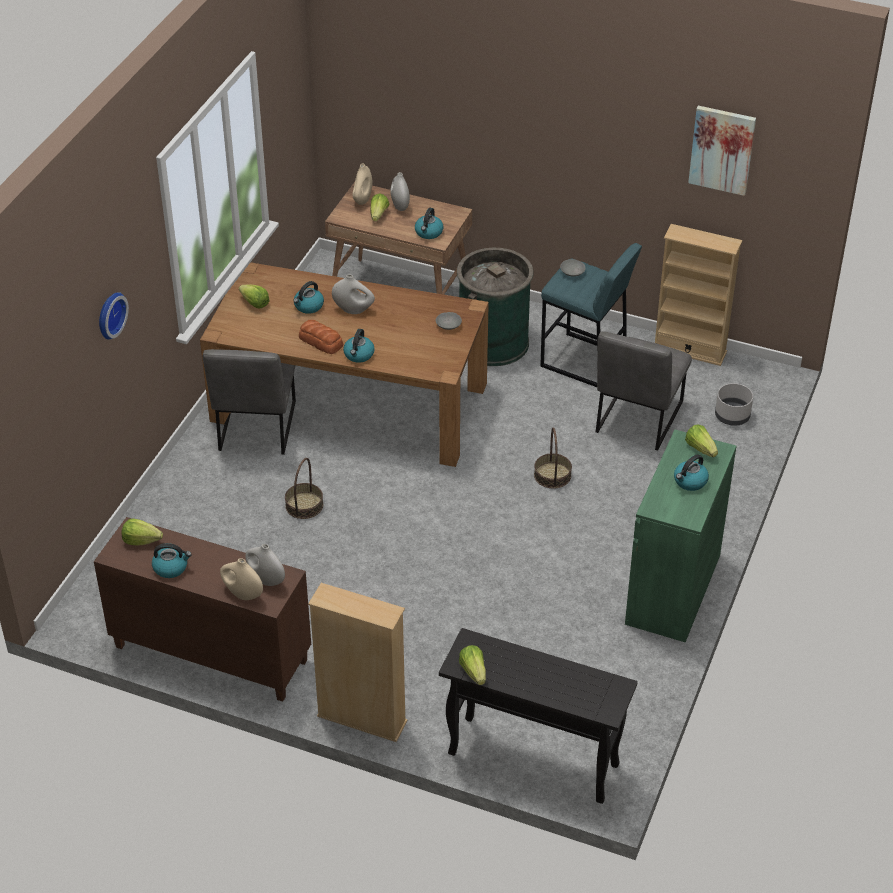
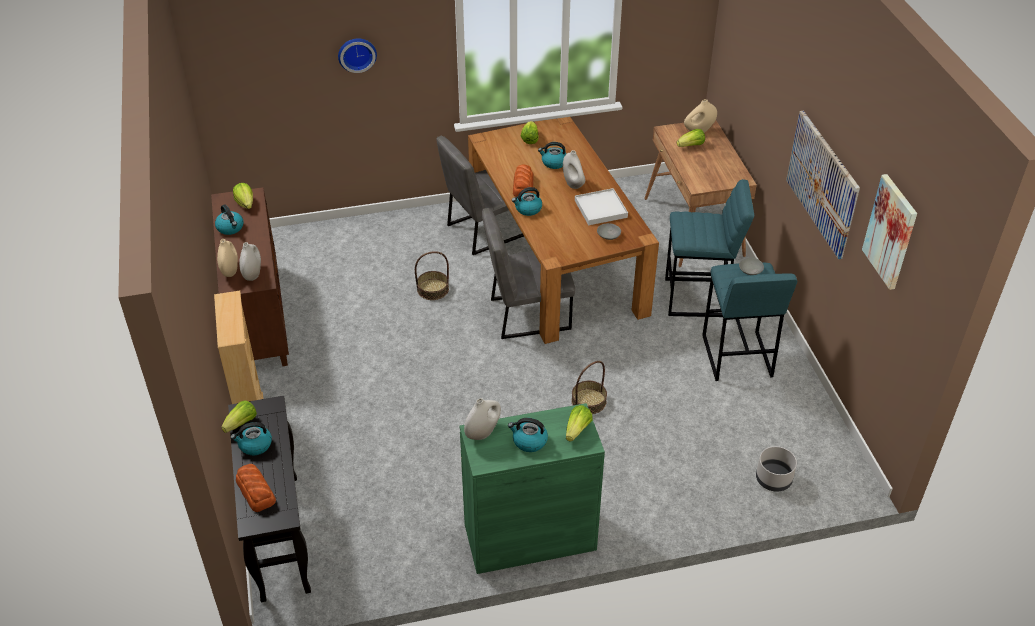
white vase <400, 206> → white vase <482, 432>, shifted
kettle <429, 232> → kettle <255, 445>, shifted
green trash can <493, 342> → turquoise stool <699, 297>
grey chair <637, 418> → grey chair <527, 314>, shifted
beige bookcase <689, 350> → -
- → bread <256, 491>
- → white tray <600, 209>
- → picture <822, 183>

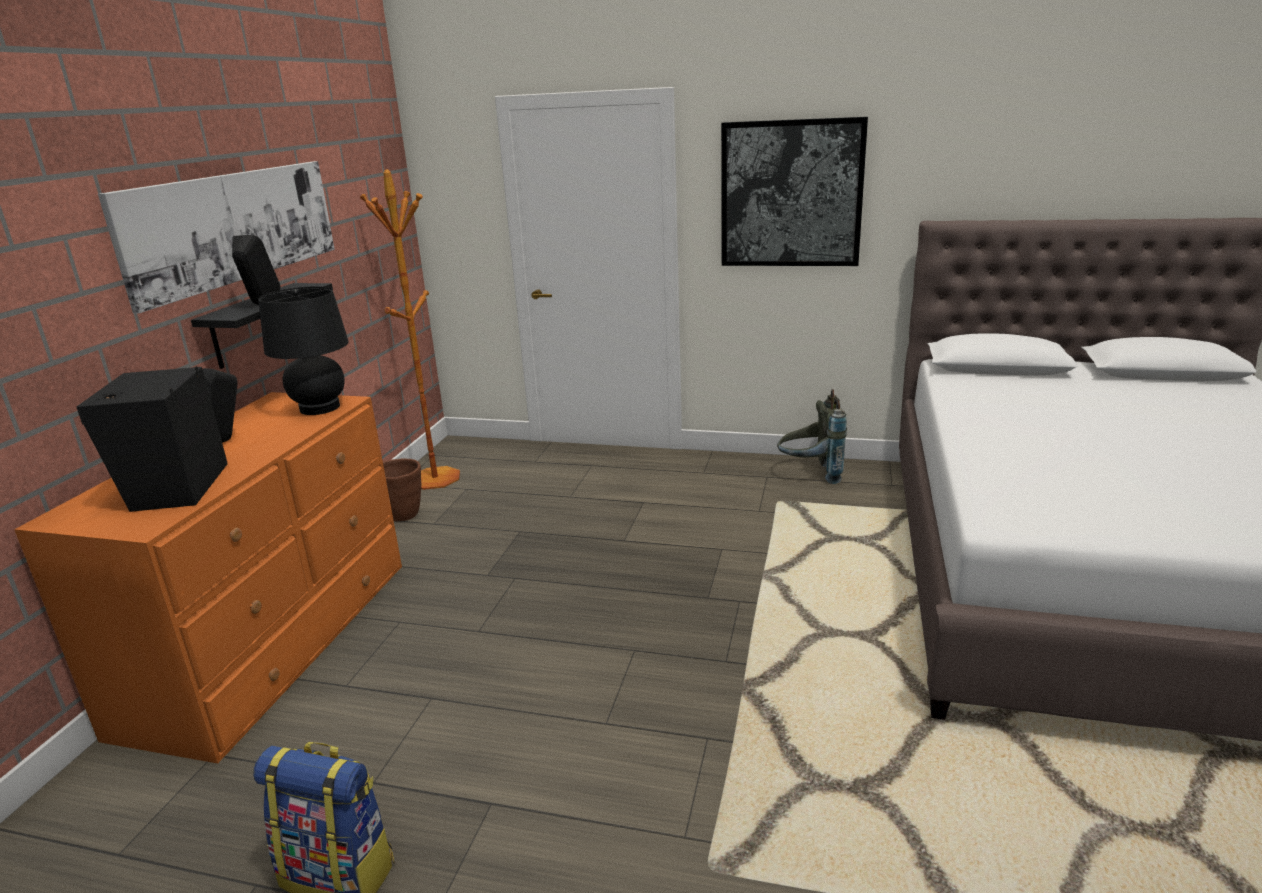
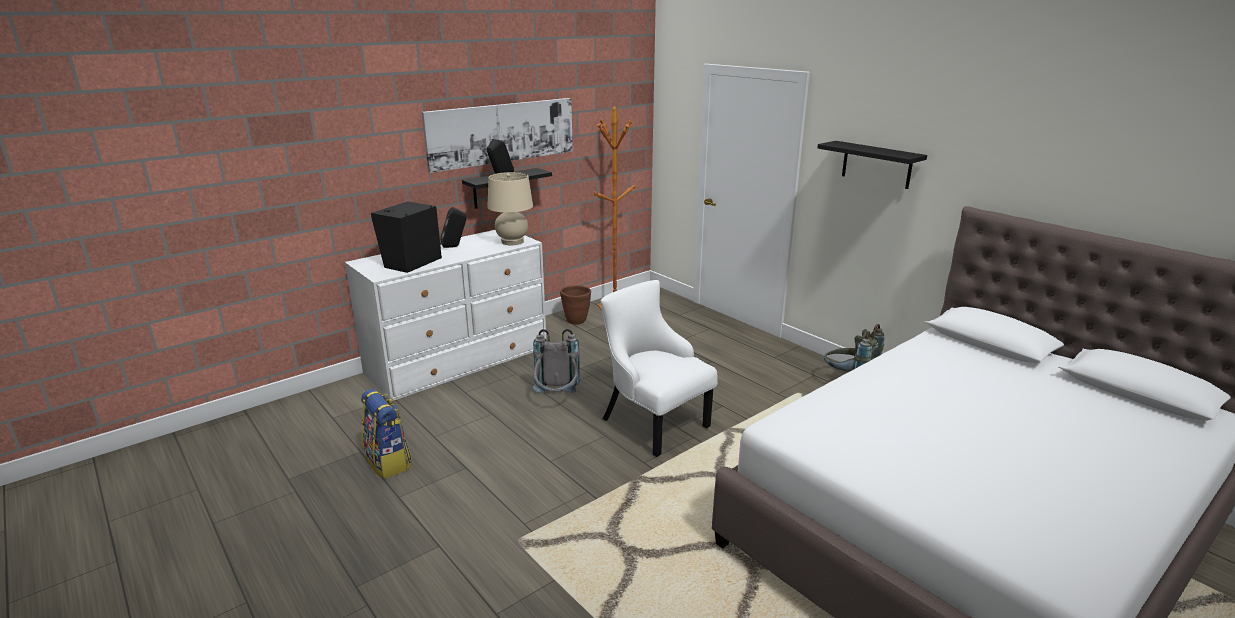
orange dresser <274, 640> → white dresser <459, 360>
black table lamp <320, 408> → beige table lamp <512, 242>
picture <791, 194> → black shelf <876, 164>
- → grey backpack <557, 399>
- → white chair <655, 425>

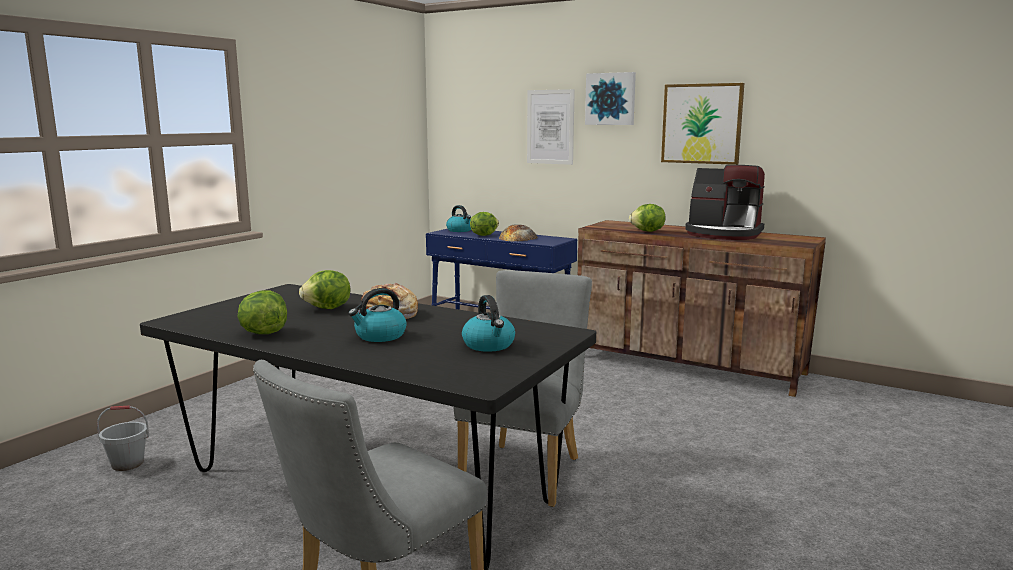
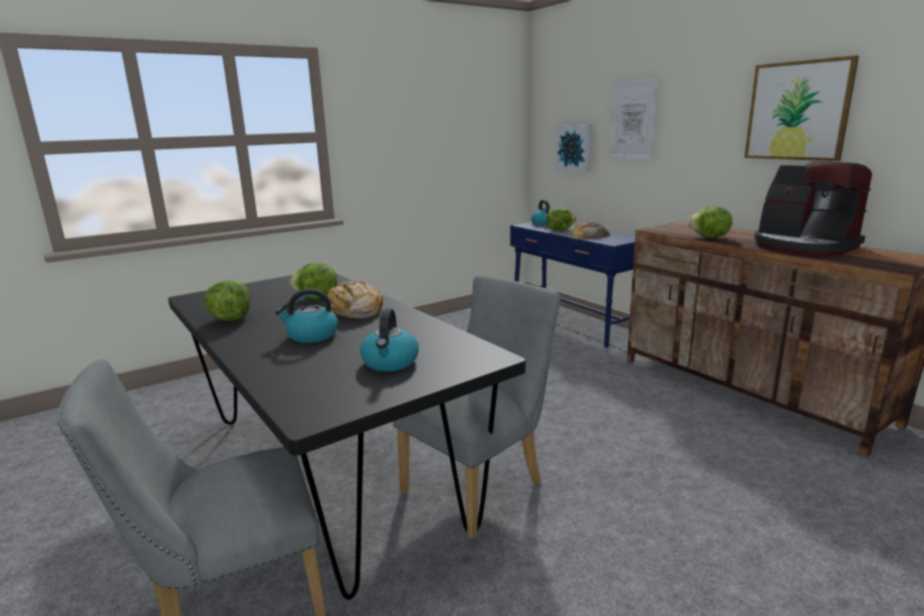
grey bucket <127, 464> → -
picture <611, 99> → picture <575, 148>, shifted

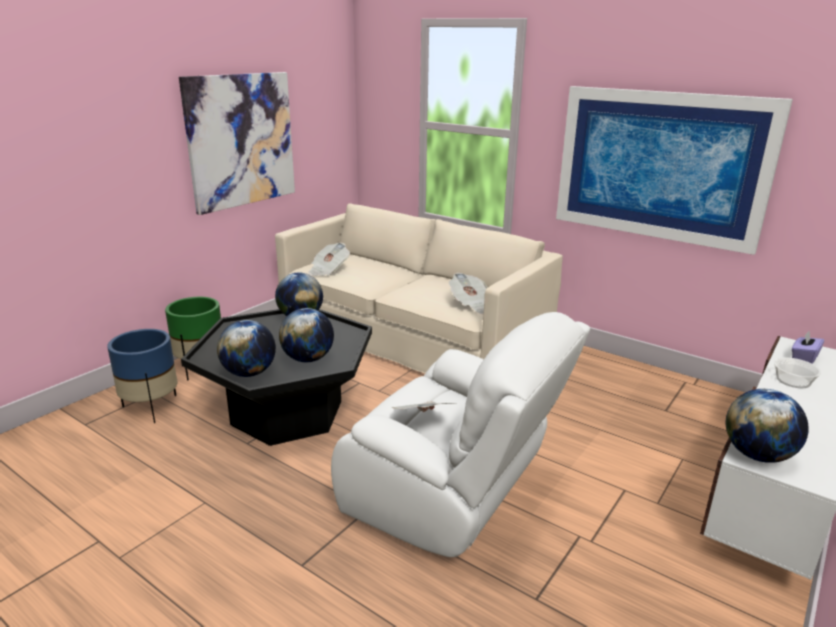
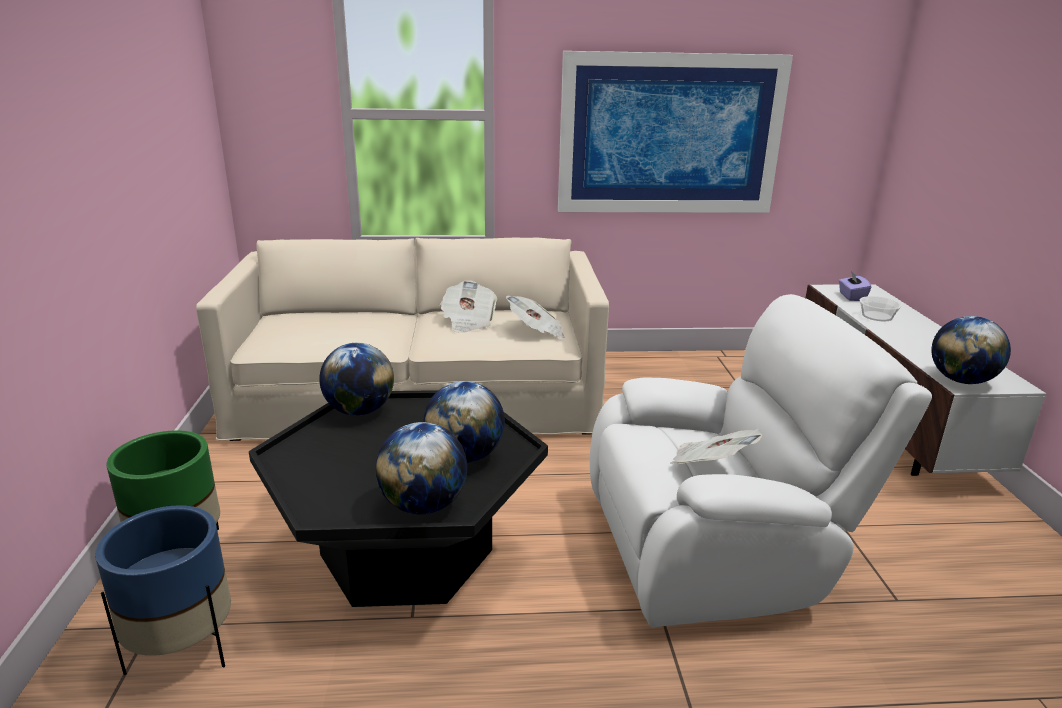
picture <241, 140> → -
newspaper <328, 270> → newspaper <468, 322>, shifted

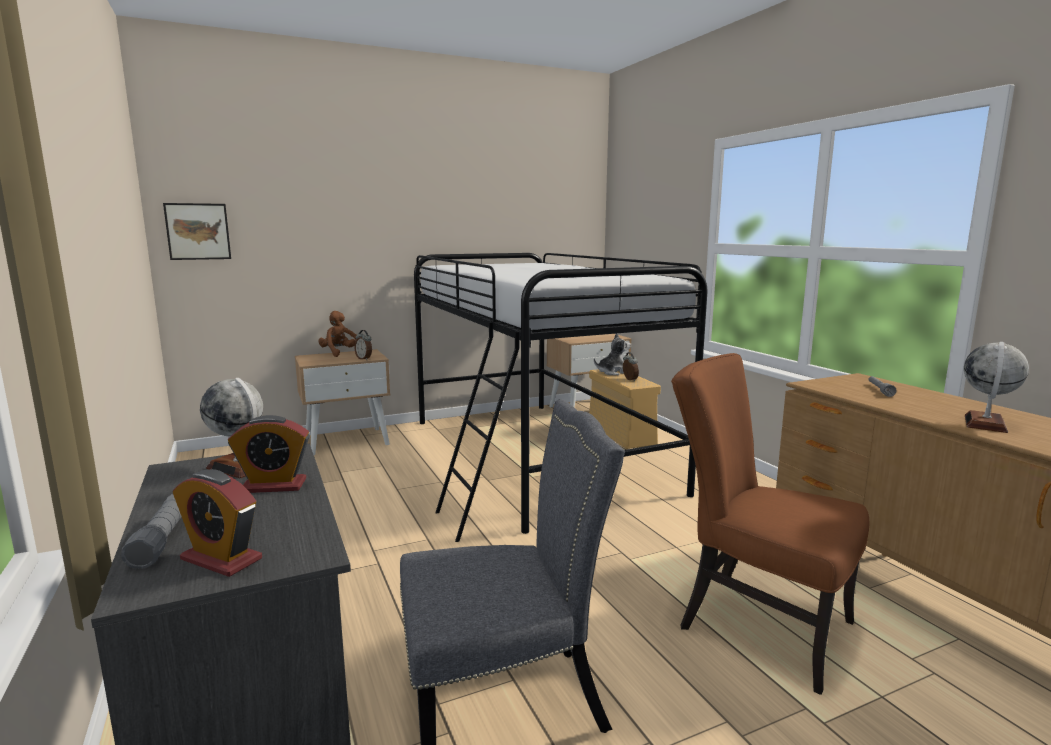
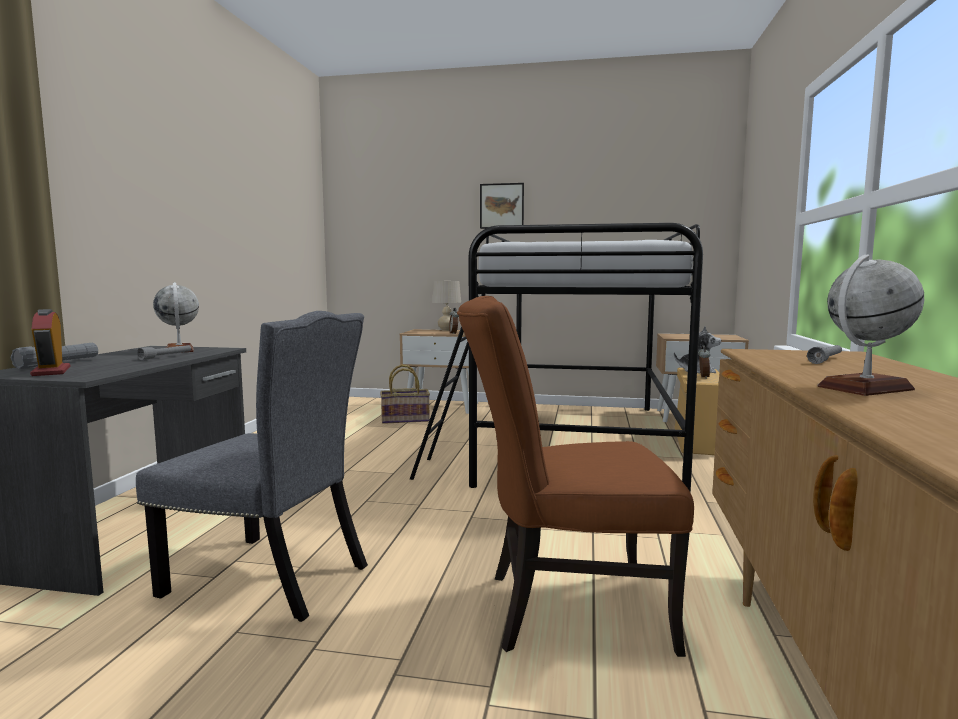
picture <198, 231> → picture <501, 206>, shifted
alarm clock <274, 486> → grey flashlight <166, 357>
brown plush toy <340, 353> → beige table lamp <446, 330>
brown chair <754, 622> → brown chair <565, 609>, 75 degrees counterclockwise
- → basket <405, 419>

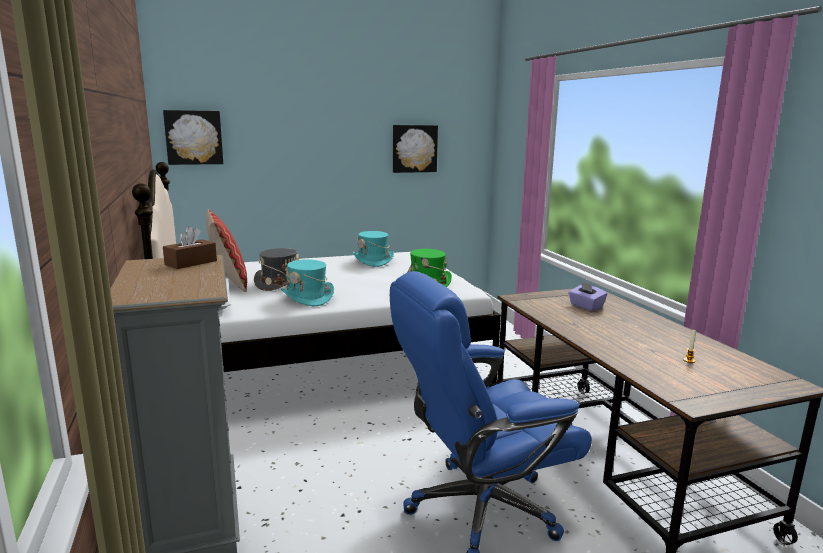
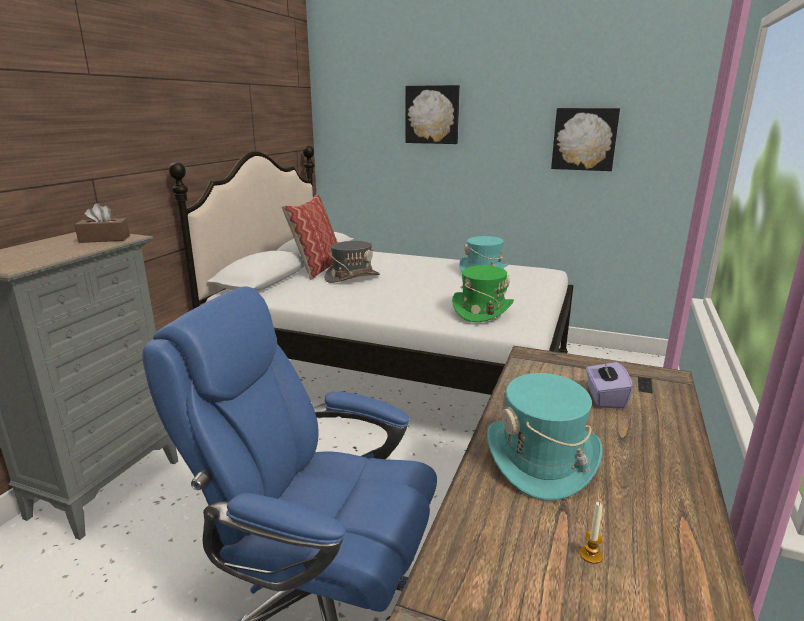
picture <194, 137> → picture <432, 115>, shifted
turquoise hat <308, 297> → turquoise hat <541, 459>, shifted

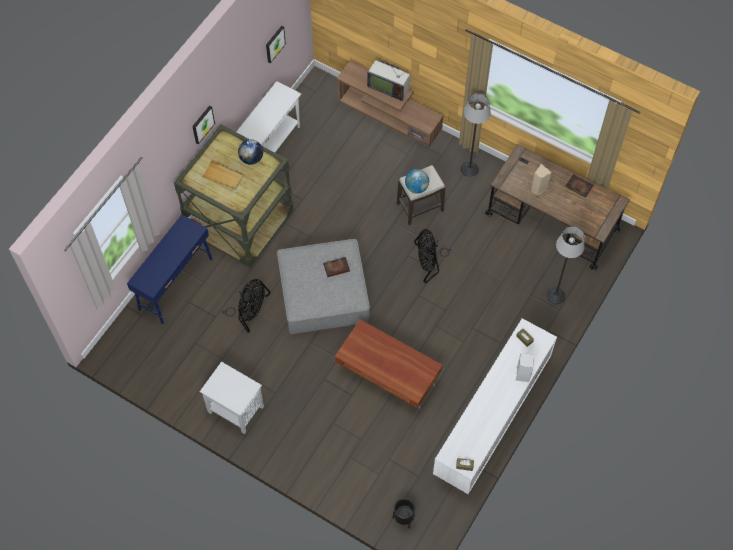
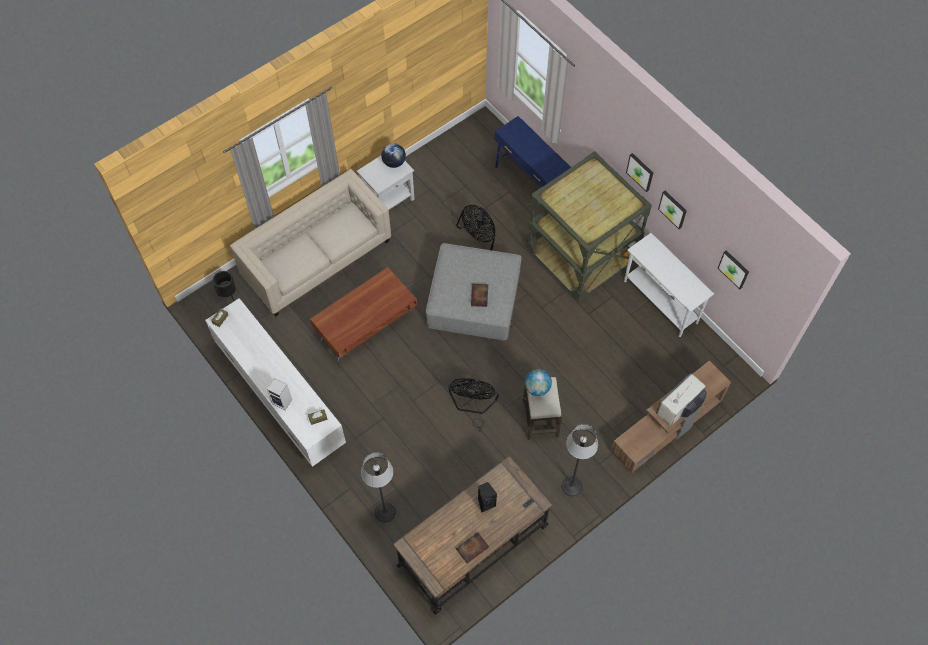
beige tray <223, 176> → -
globe <251, 158> → globe <394, 162>, shifted
beige speaker <538, 189> → black speaker <486, 503>
- → beige sofa <317, 259>
- → picture <673, 209>

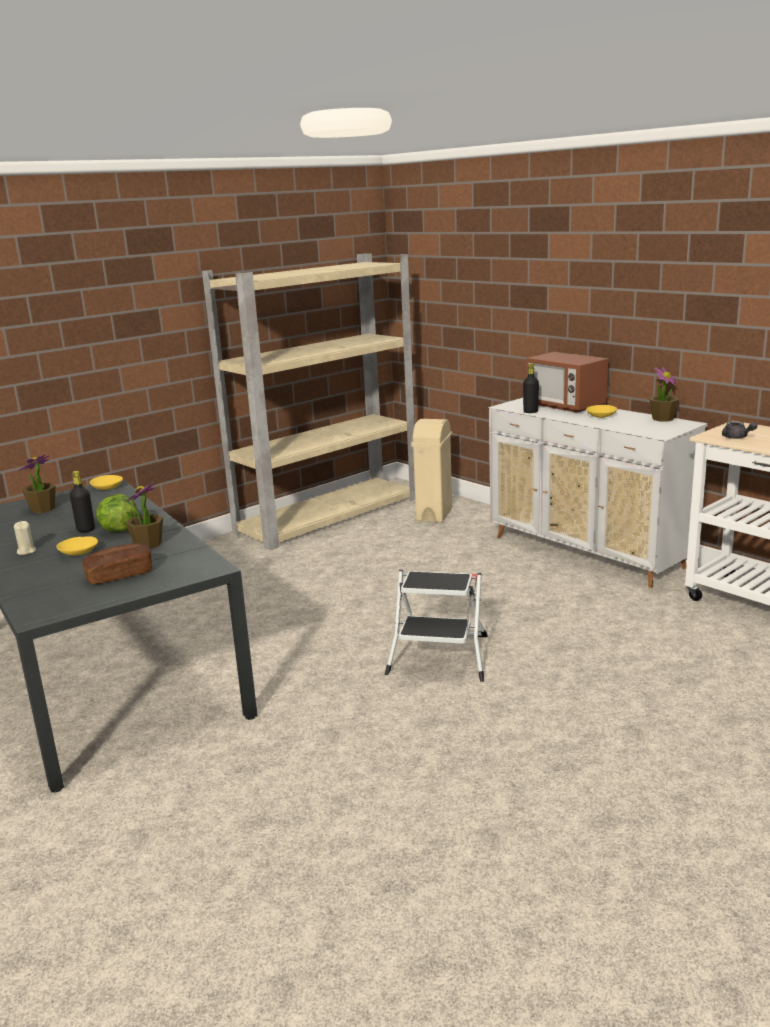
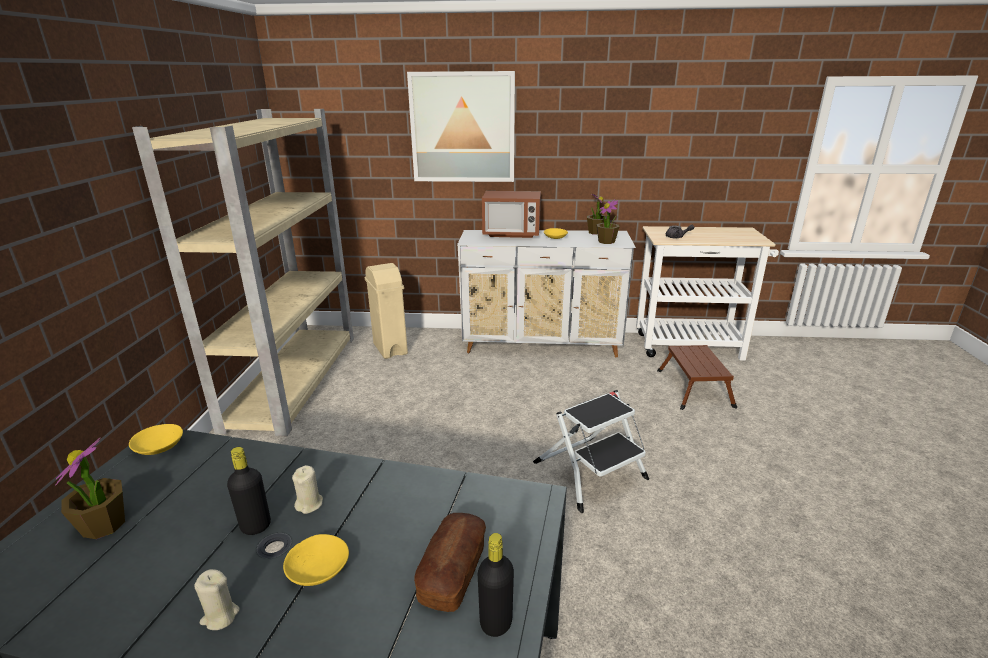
lettuce <119, 530> → beige candle <309, 504>
potted plant <148, 544> → potted plant <606, 241>, shifted
black bottle <530, 412> → black bottle <496, 623>, shifted
- → picture <462, 128>
- → brown step ladder <694, 388>

